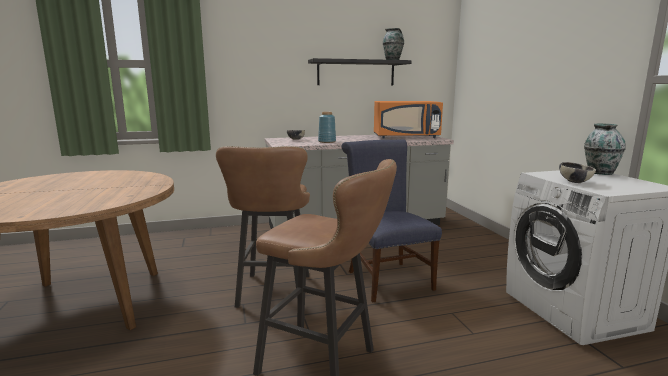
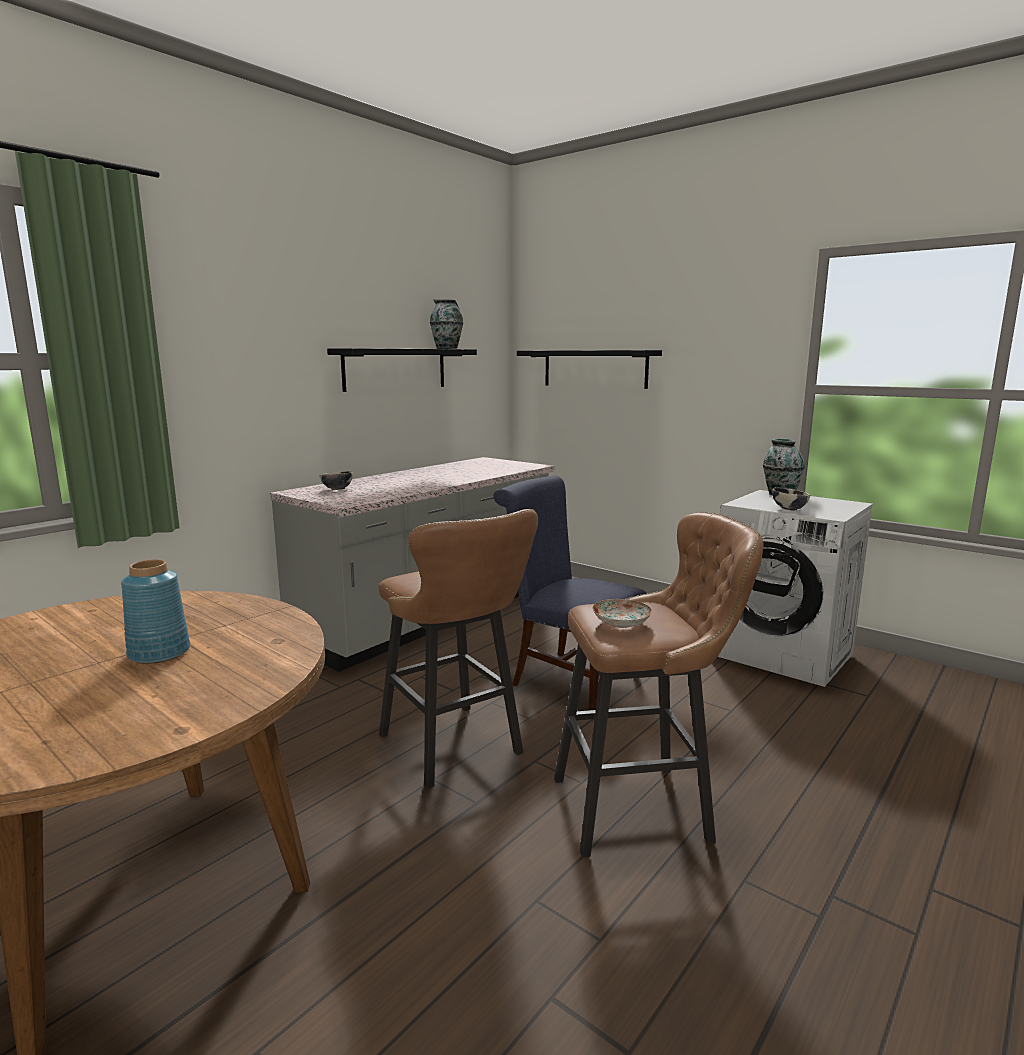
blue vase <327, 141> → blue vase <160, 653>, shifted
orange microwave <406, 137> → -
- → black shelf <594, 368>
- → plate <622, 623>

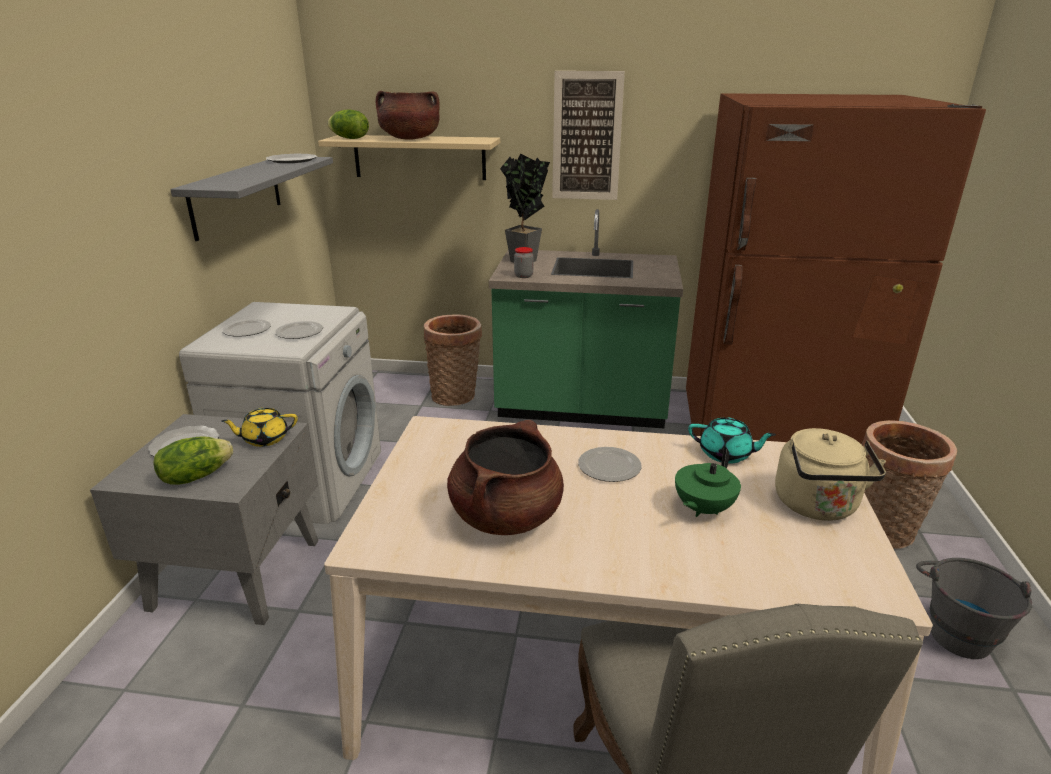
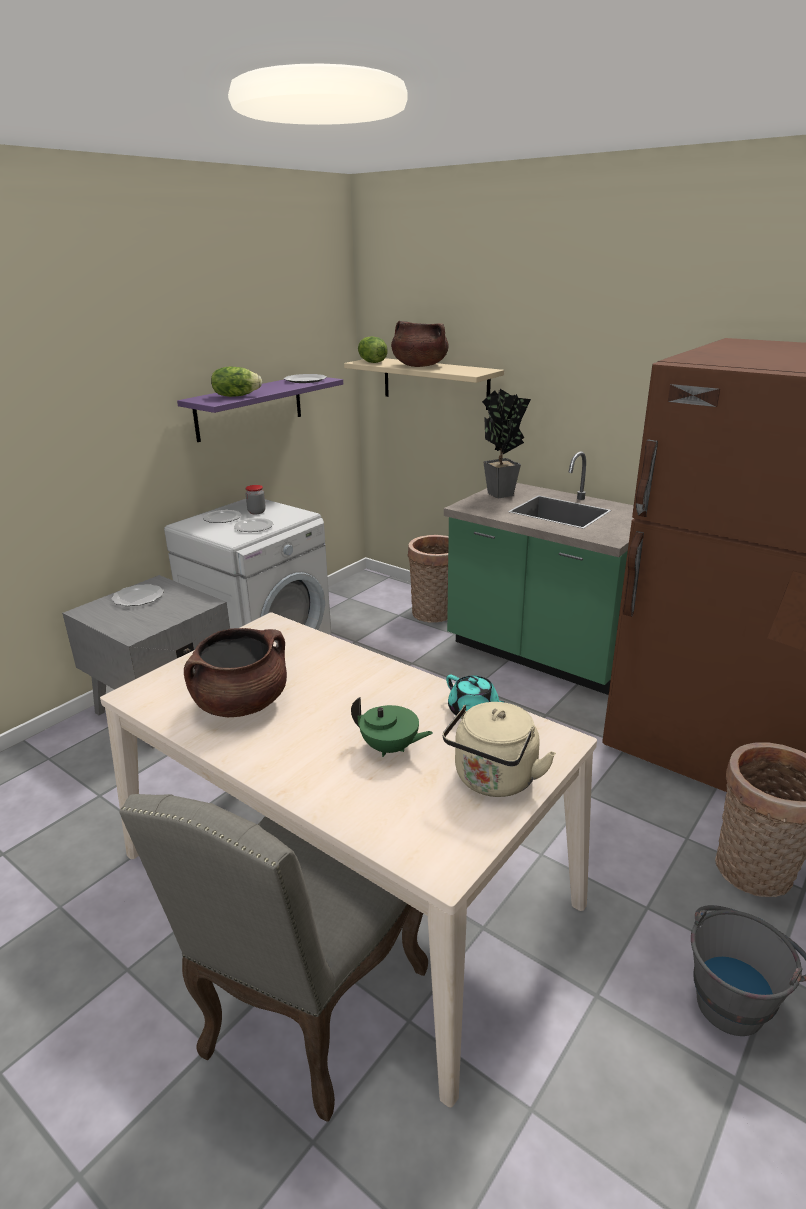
lettuce <195, 476> → lettuce <236, 396>, shifted
grey shelf <236, 196> → purple shelf <249, 407>
yellow teapot <264, 439> → -
jar <523, 276> → jar <256, 512>, shifted
picture <587, 137> → -
plate <608, 466> → -
green teapot <702, 509> → green teapot <390, 748>, 135 degrees counterclockwise

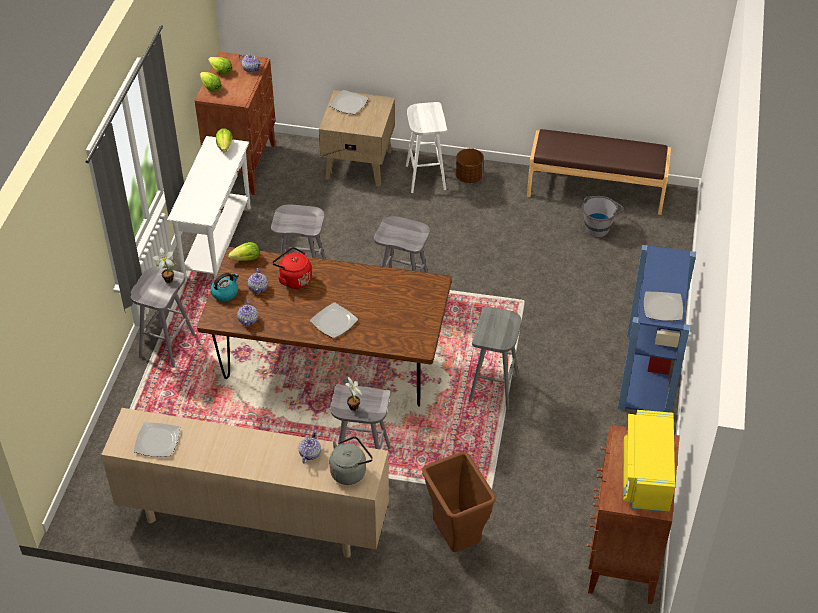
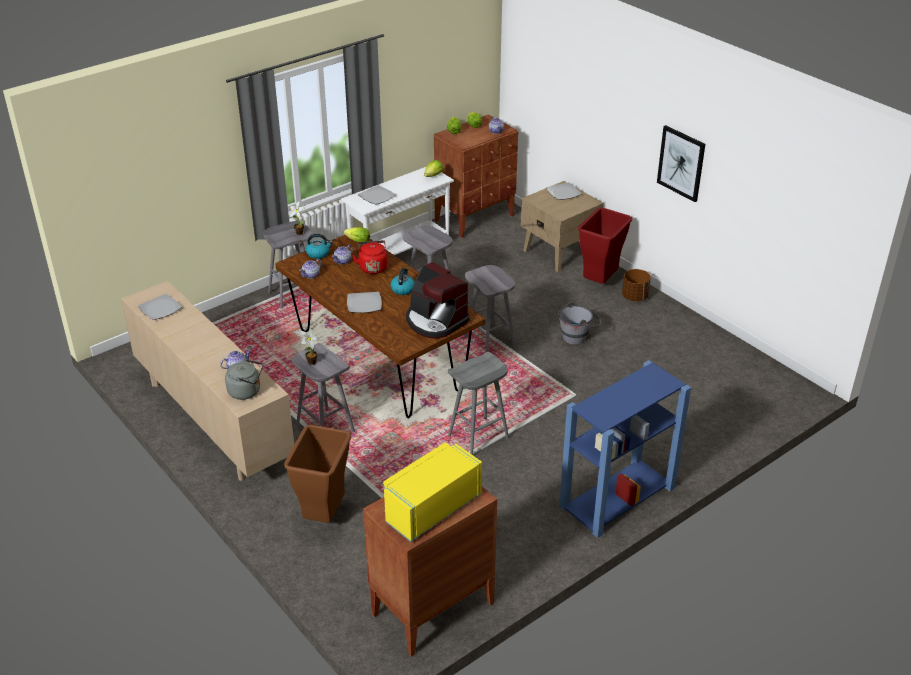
white stool <425, 177> → red trash can <599, 282>
brown bench <596, 190> → -
grey bucket <599, 226> → grey bucket <578, 336>, shifted
plate <663, 308> → plate <377, 197>, shifted
- → kettle <403, 289>
- → coffee machine <435, 321>
- → picture <681, 163>

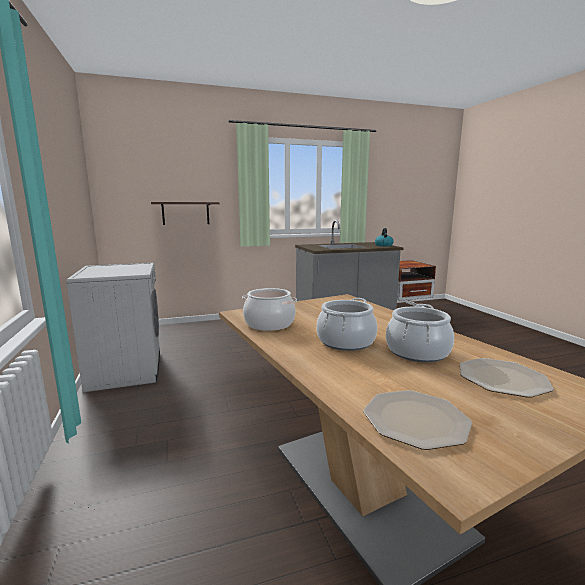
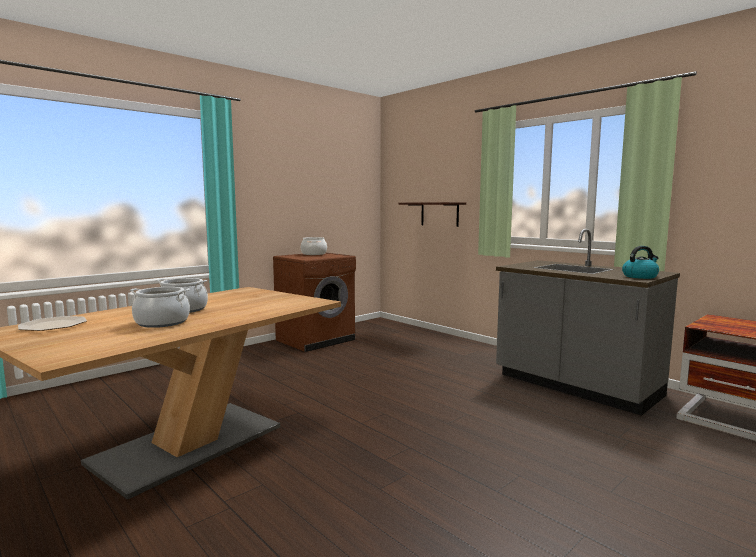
white washing machine <128, 370> → brown washing machine <316, 340>
cooking pot <269, 324> → cooking pot <314, 254>, shifted
plate <503, 379> → -

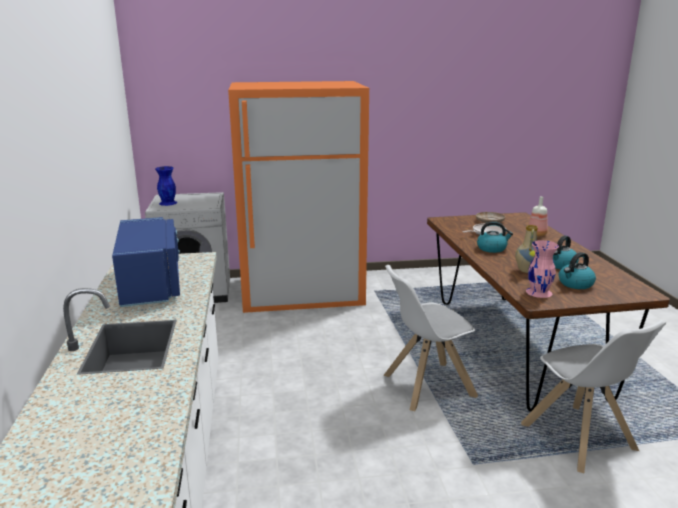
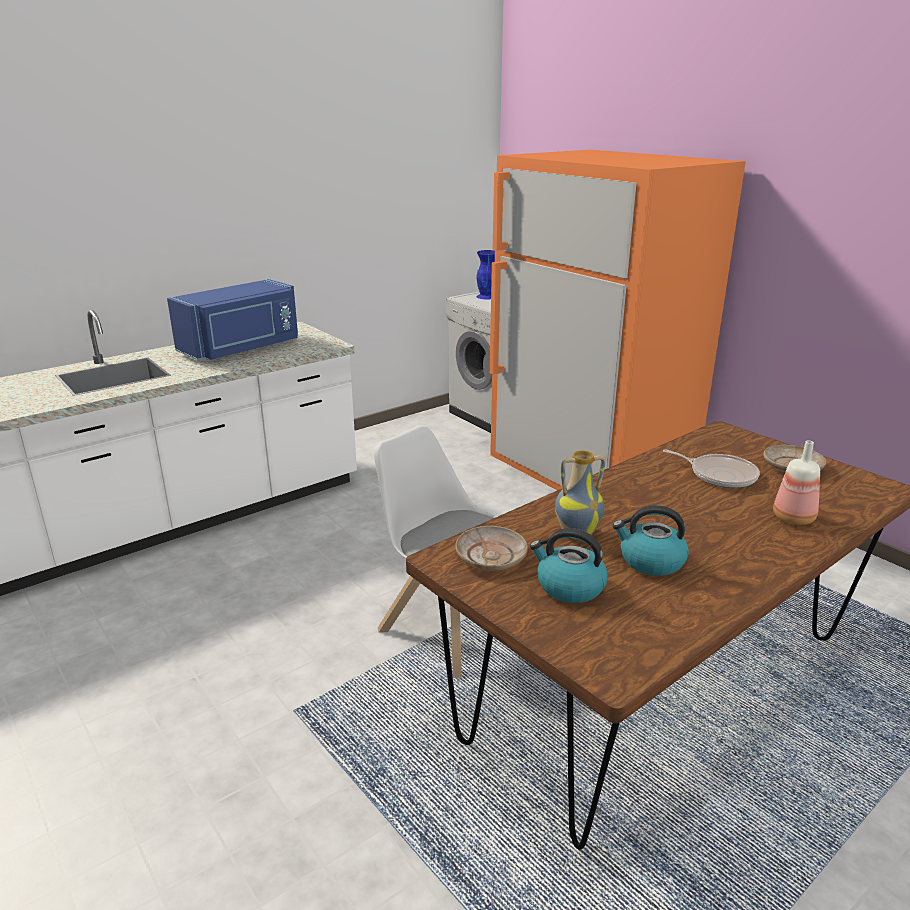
kettle <492, 248> → -
chair <580, 439> → -
pink vase <539, 292> → beige plate <491, 557>

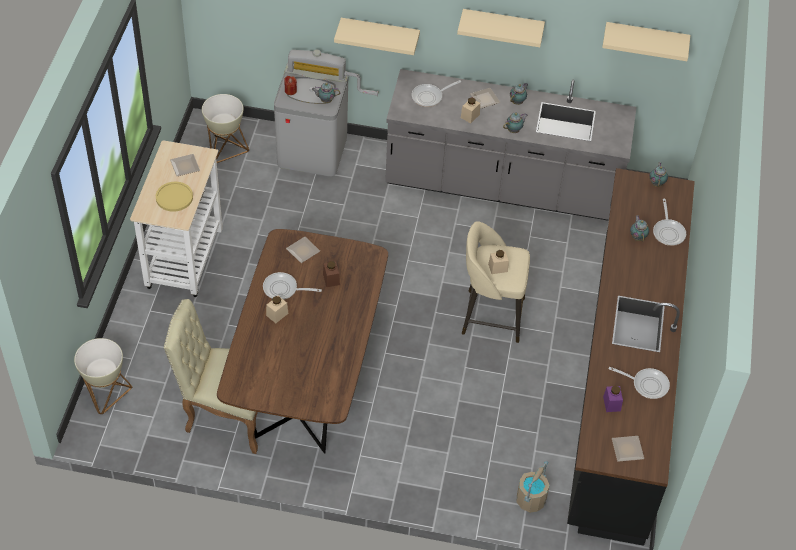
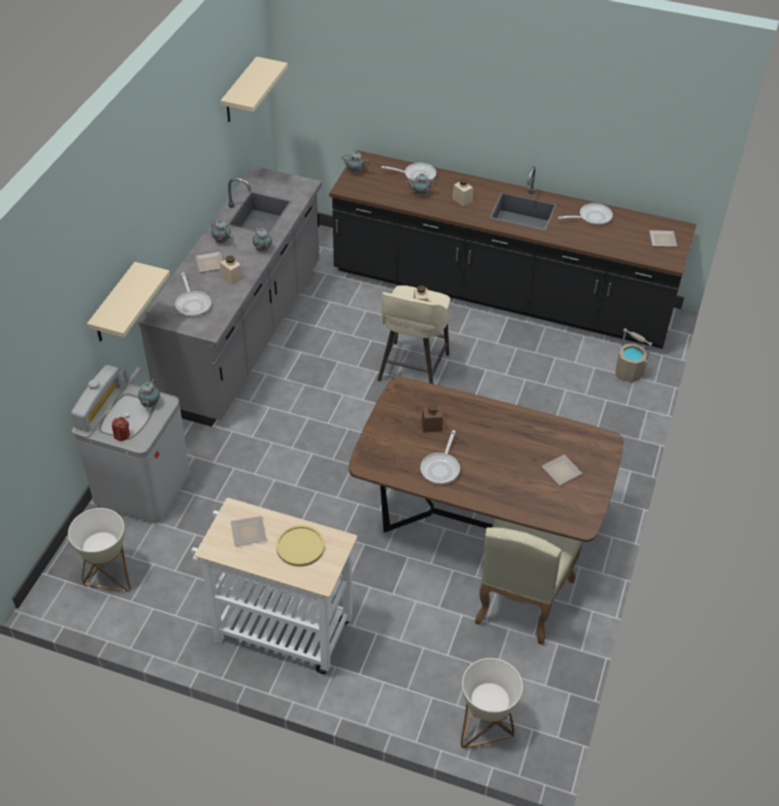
beige jar <277, 314> → beige jar <462, 199>, shifted
plate <303, 252> → plate <562, 471>, shifted
beige shelf <502, 26> → -
purple jar <611, 404> → -
frying pan <647, 384> → frying pan <592, 217>, 45 degrees clockwise

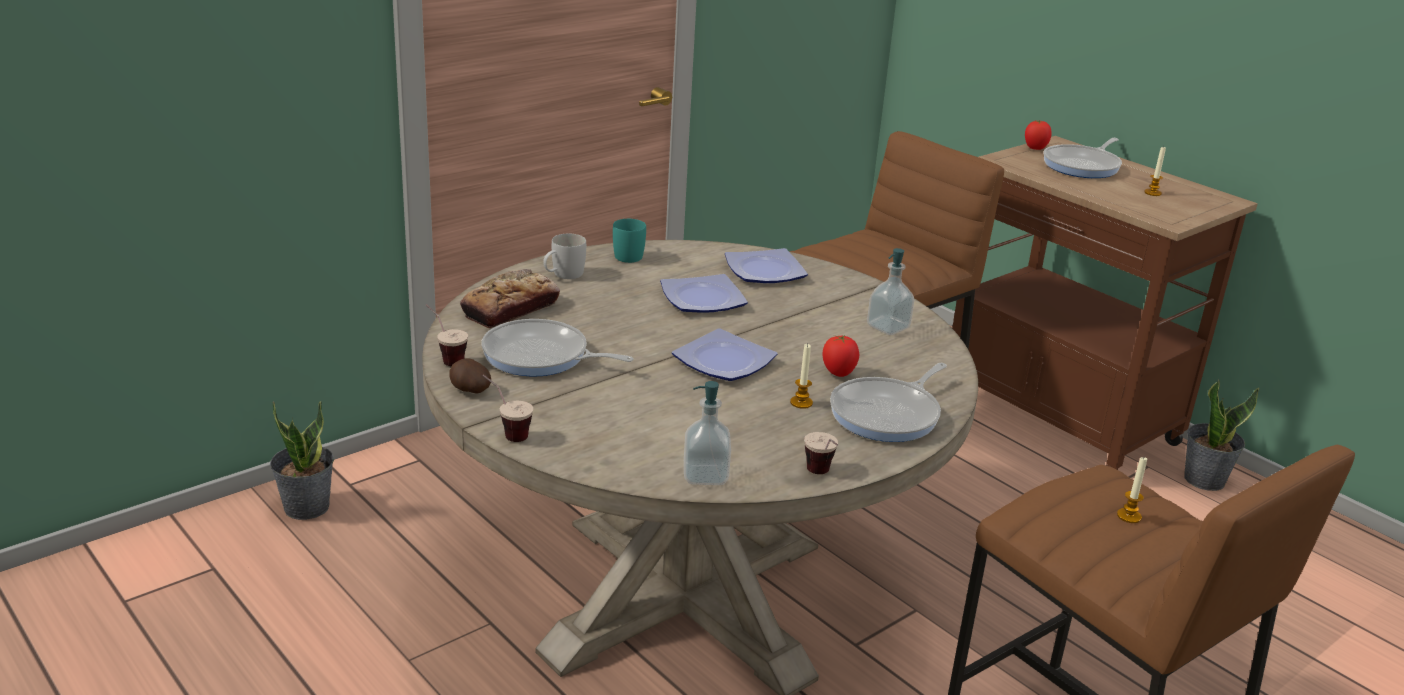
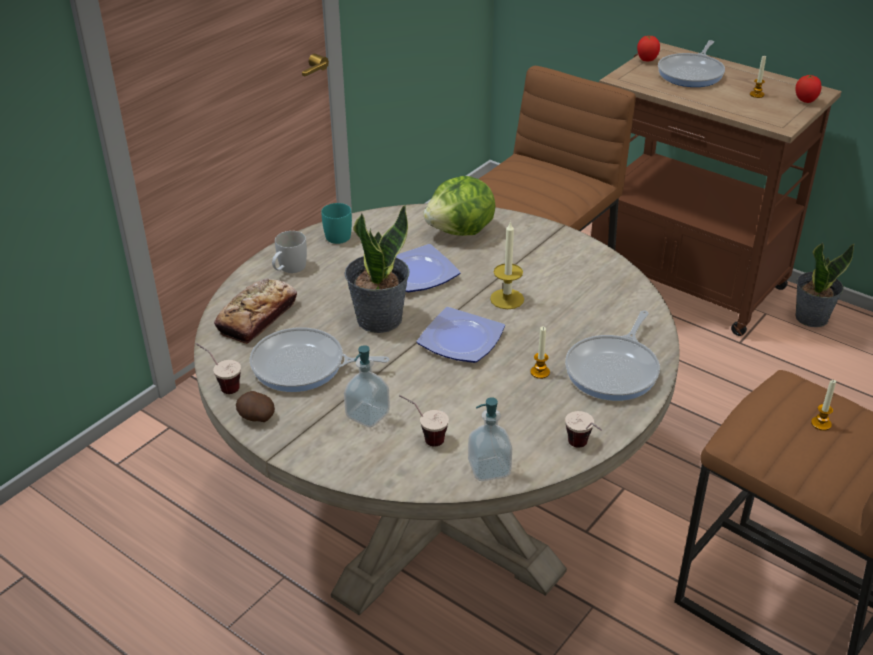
potted plant <306, 506> → potted plant <378, 318>, shifted
cup <506, 432> → cup <423, 437>, shifted
plate <766, 272> → lettuce <461, 232>
tomato <838, 374> → tomato <805, 101>, shifted
soap dispenser <888, 327> → soap dispenser <367, 415>, shifted
- → candle <507, 299>

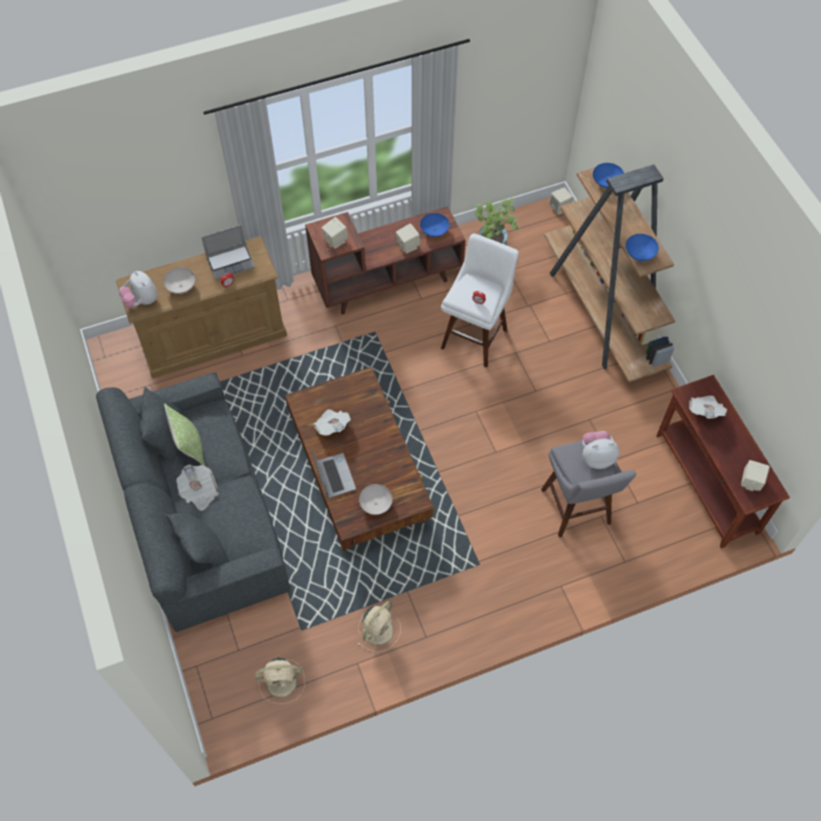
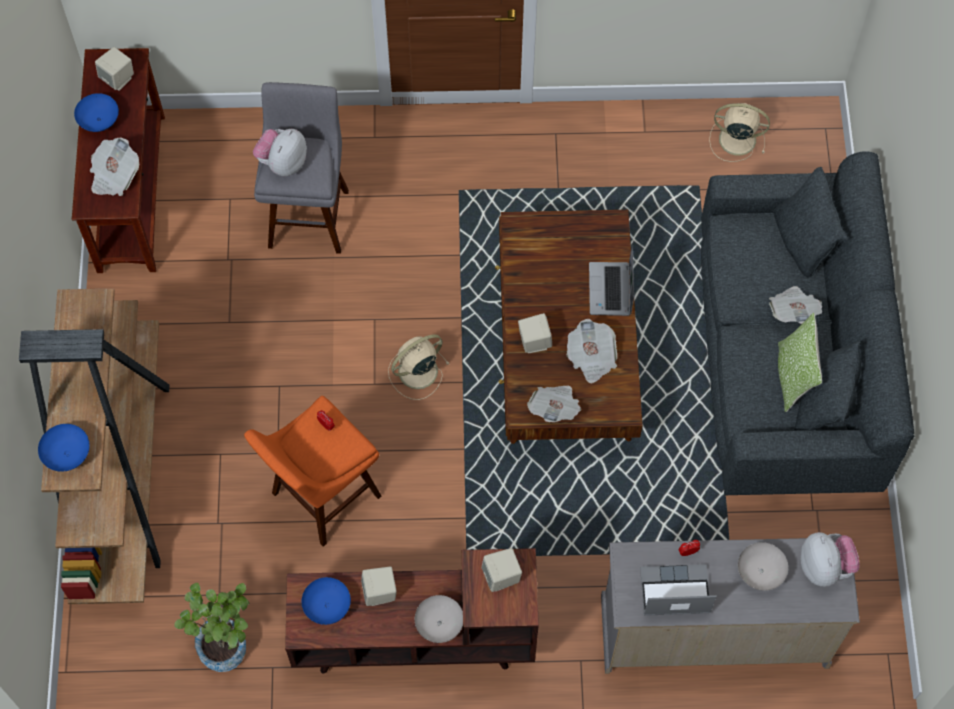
brown cabinet <214, 337> → grey cabinet <712, 630>
beige fan <379, 629> → beige fan <416, 372>, shifted
white bowl <376, 504> → white bowl <438, 624>, shifted
white stool <475, 336> → orange stool <322, 498>
beige speaker <559, 208> → beige speaker <534, 341>, shifted
plush toy <596, 457> → plush toy <283, 163>, 105 degrees clockwise
blue bowl <639, 254> → blue bowl <100, 121>, shifted
- → newspaper <554, 408>

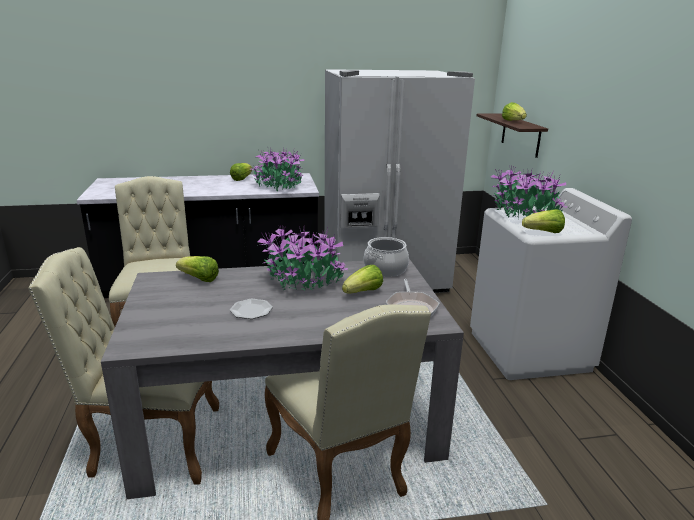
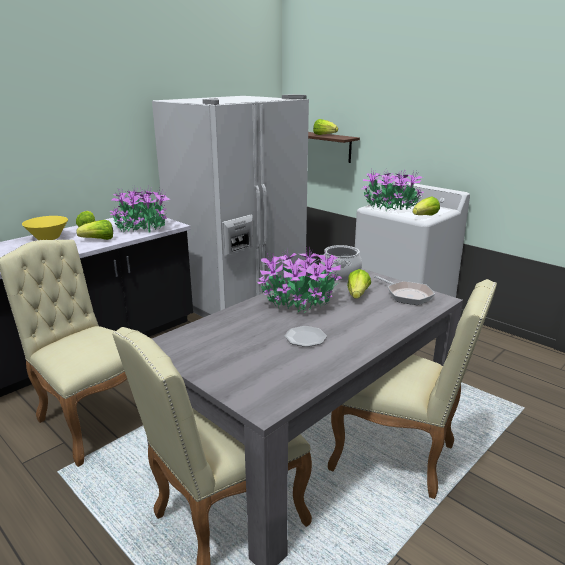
lettuce <199, 279> → lettuce <98, 240>, shifted
- → yellow bowl <48, 238>

